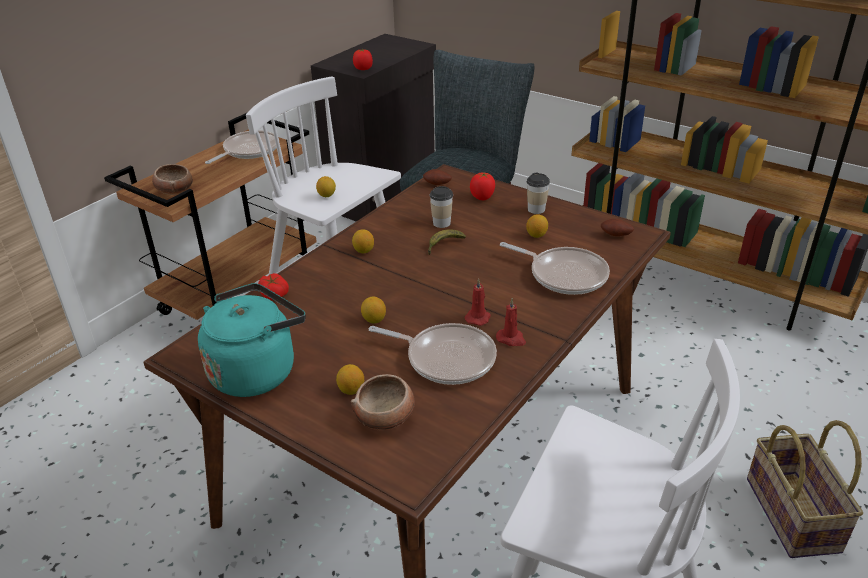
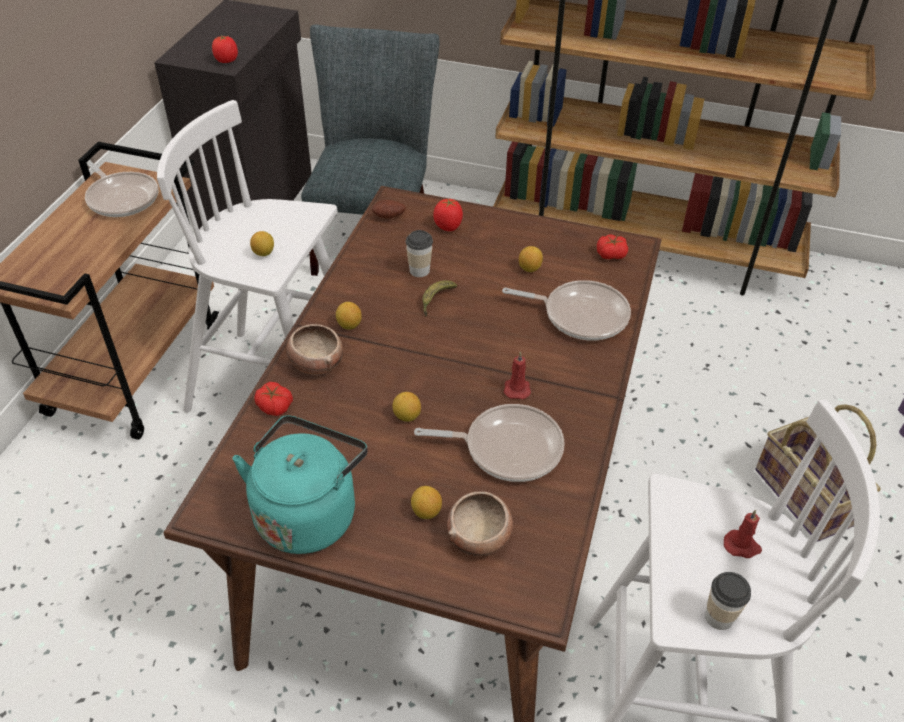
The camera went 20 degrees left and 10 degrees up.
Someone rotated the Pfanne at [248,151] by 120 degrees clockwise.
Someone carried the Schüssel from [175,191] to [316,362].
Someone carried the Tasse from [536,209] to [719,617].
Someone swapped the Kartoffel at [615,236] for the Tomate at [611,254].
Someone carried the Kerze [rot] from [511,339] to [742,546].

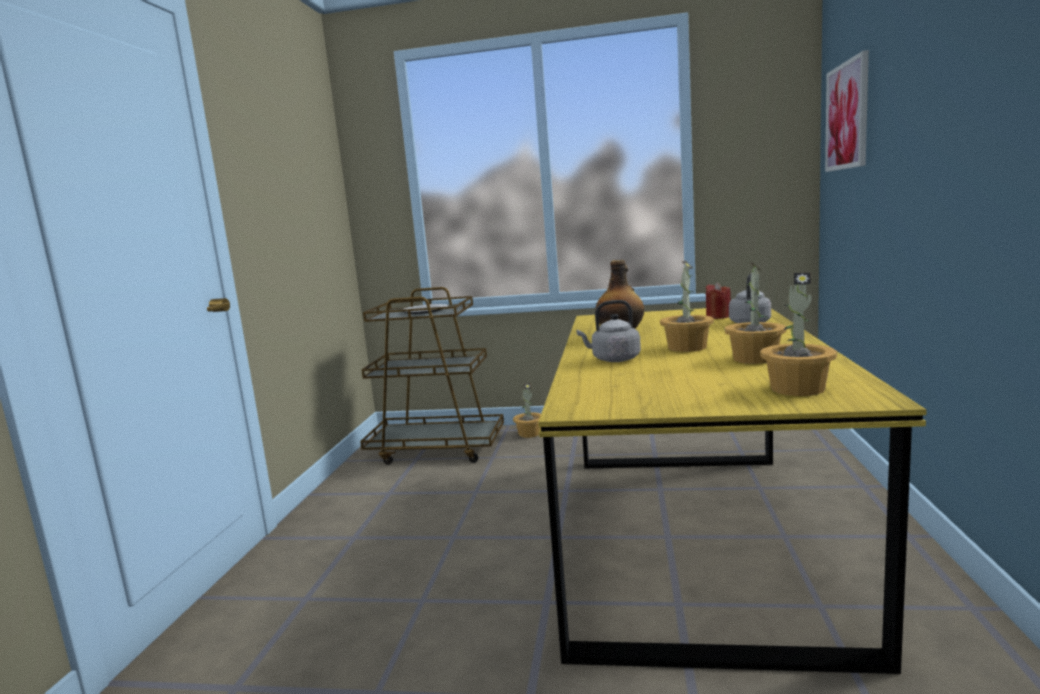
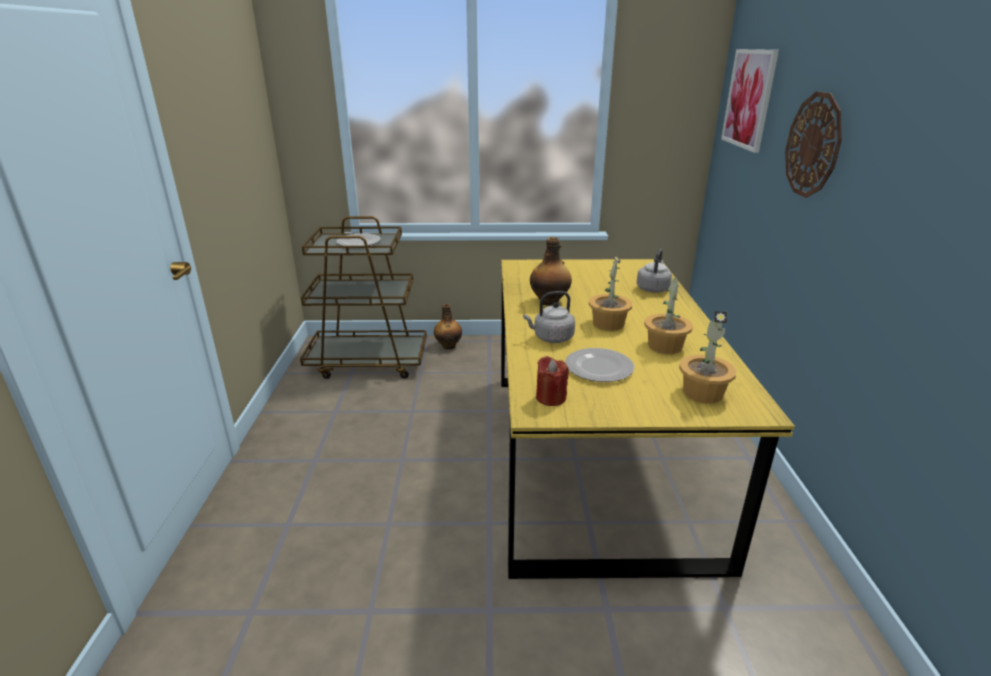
The camera went 10 degrees left and 15 degrees up.
Someone carried the Kerze [rot] from [718,316] to [551,398].
Someone swapped the Topfpflanze at [529,433] for the Flasche at [448,346].
Someone put up the Wanduhr at [813,145].
Someone put down the Teller at [598,367].

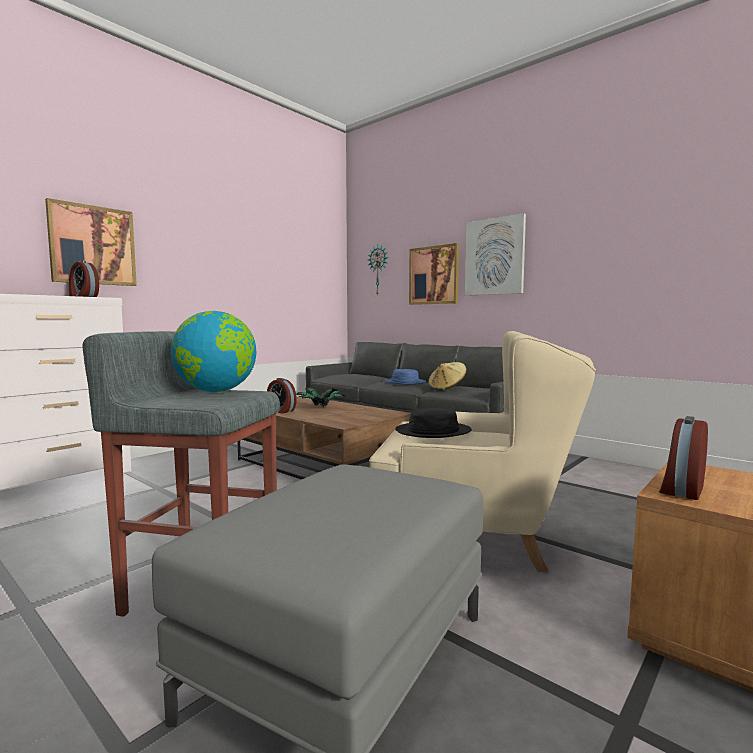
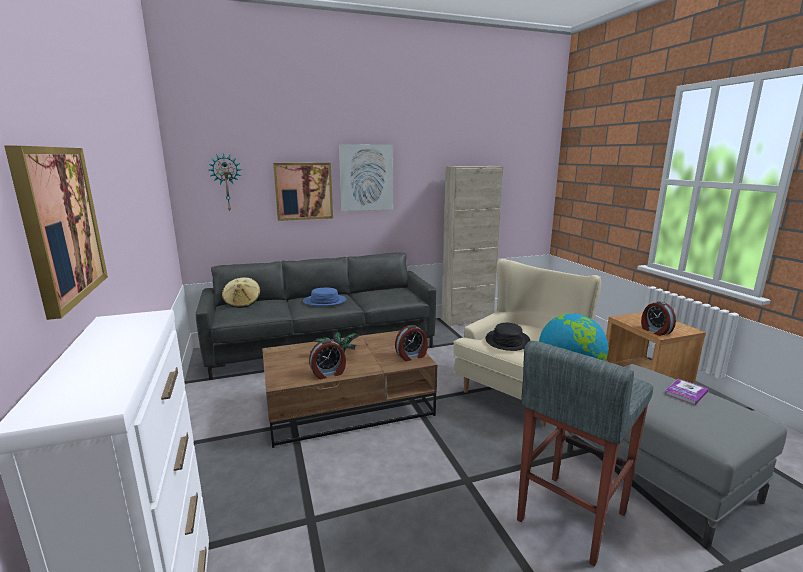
The camera went 60 degrees left and 10 degrees up.
Someone carried the Wecker from [83,297] to [412,356].
Someone carried the Hut [beige] from [447,388] to [242,303].
Someone put down the Schrank [beige] at [467,320].
Someone put down the Buch at [686,392].

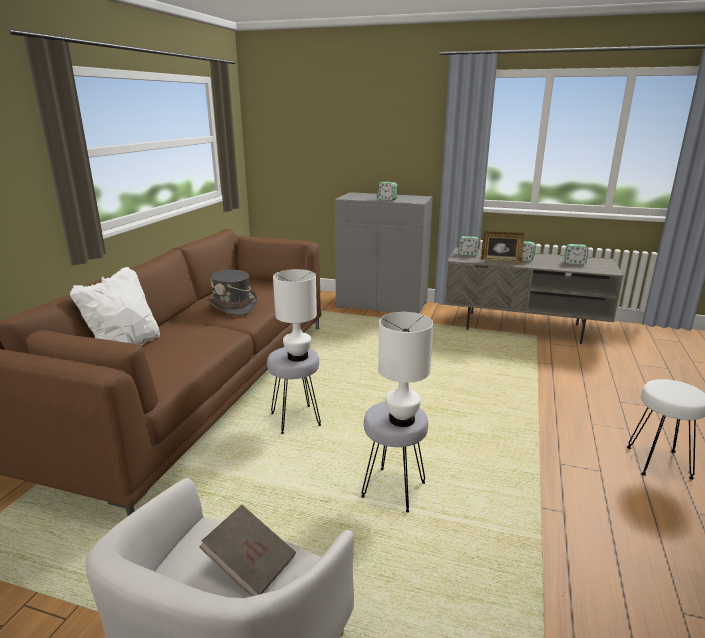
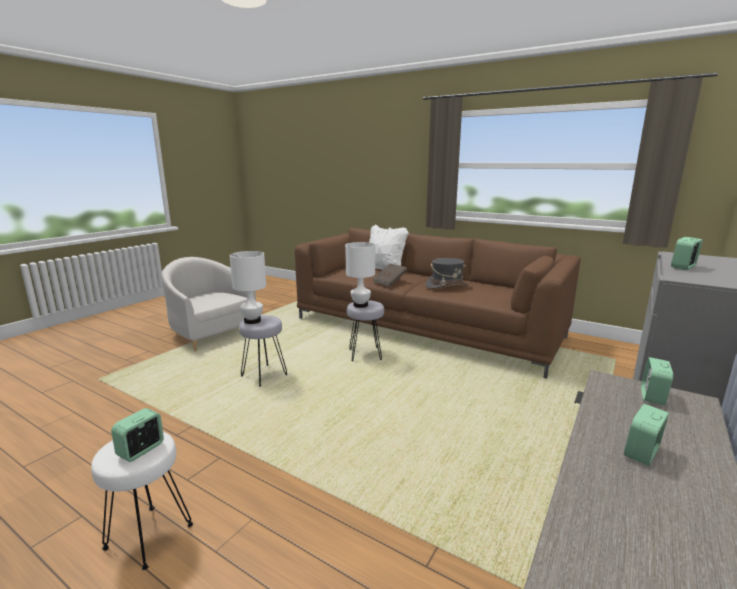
The camera went 105 degrees right and 5 degrees down.
Someone took away the Bilderrahmen at [501,261].
Someone carried the Wecker from [574,263] to [141,450].
Someone carried the Buch [braun] from [250,564] to [390,282].

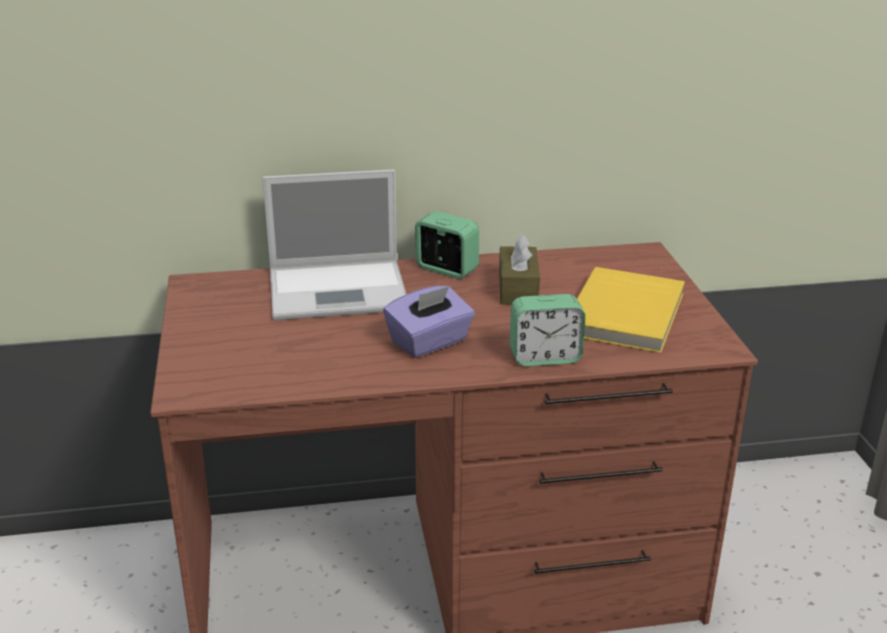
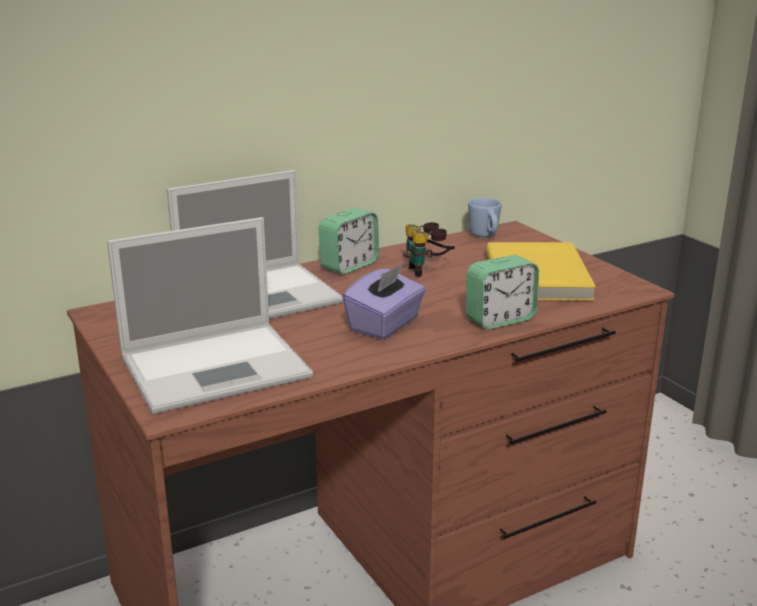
The camera went 20 degrees left and 5 degrees down.
Someone rotated the Wecker at [446,269] by 120 degrees clockwise.
Someone swapped the Taschentuchbox [braun] at [518,288] for the Fernglas at [427,271].
Someone put down the Henkelbecher [blau] at [485,236].
Someone put down the Laptop at [218,366].

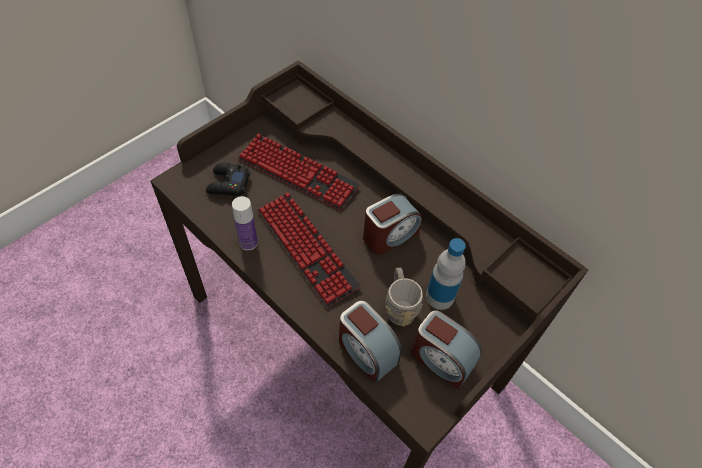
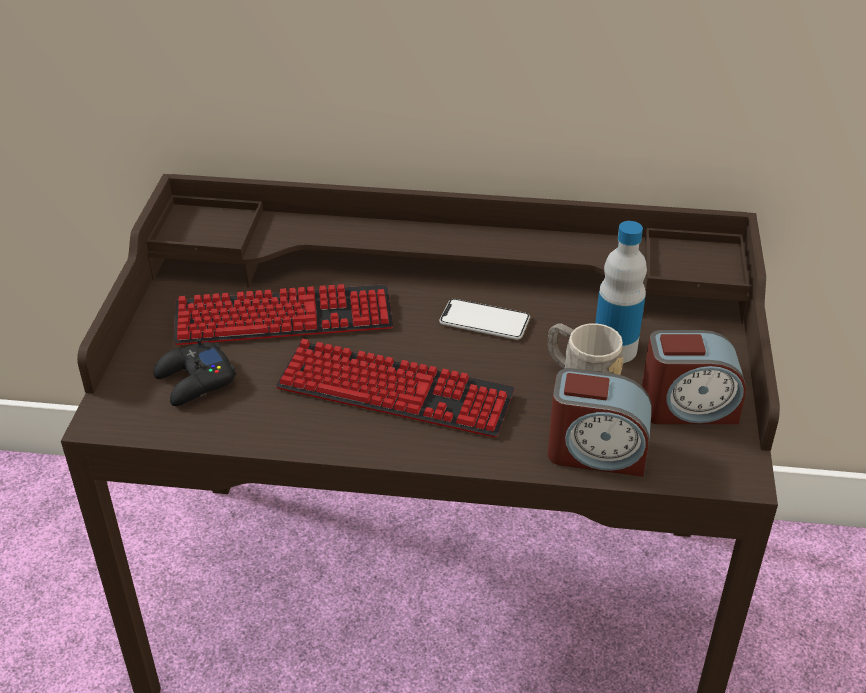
The camera went 35 degrees left and 15 degrees down.
Someone swapped the Wecker at [390,235] for the Handy at [484,321].
Someone took away the Flasche at [248,243].

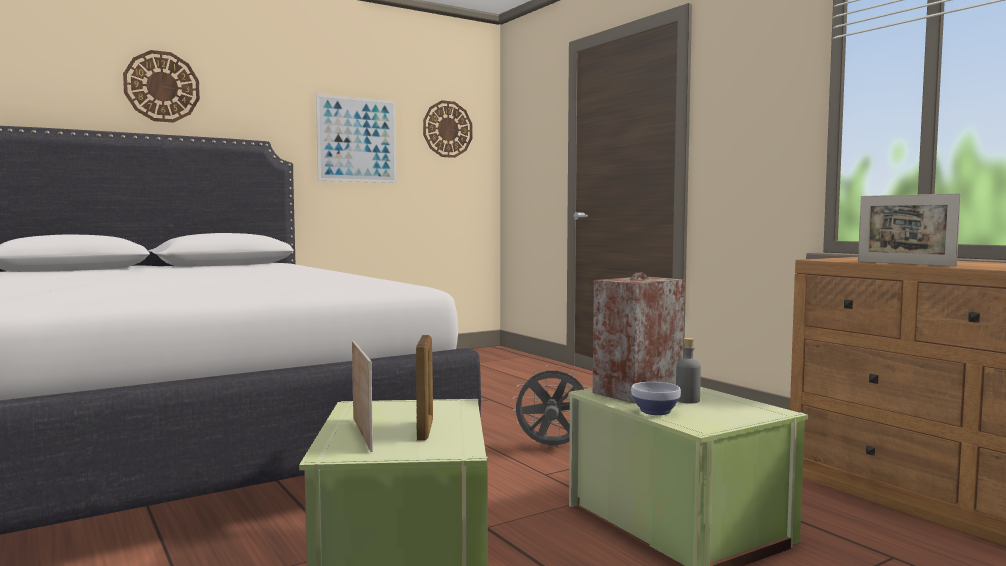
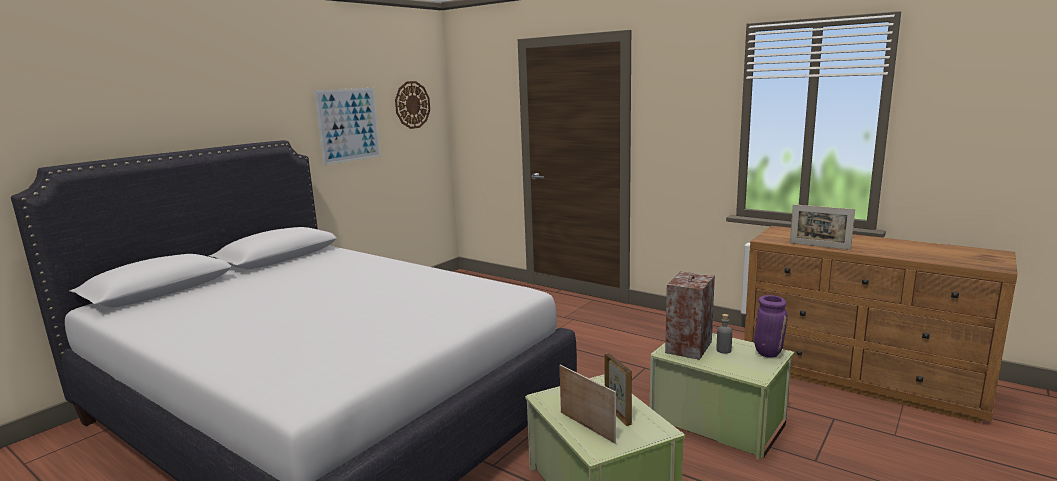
The camera went 20 degrees left and 10 degrees up.
Someone took away the Wanduhr at [162,86].
Someone took away the Ventilator [grau] at [551,447].
Someone took away the Schüssel at [654,411].
Someone put down the Vase [lila] at [767,353].

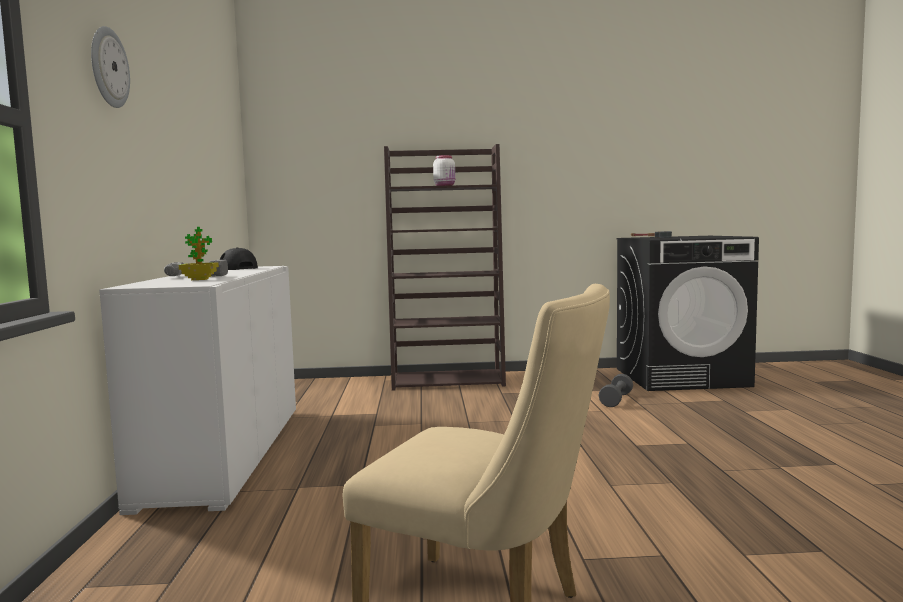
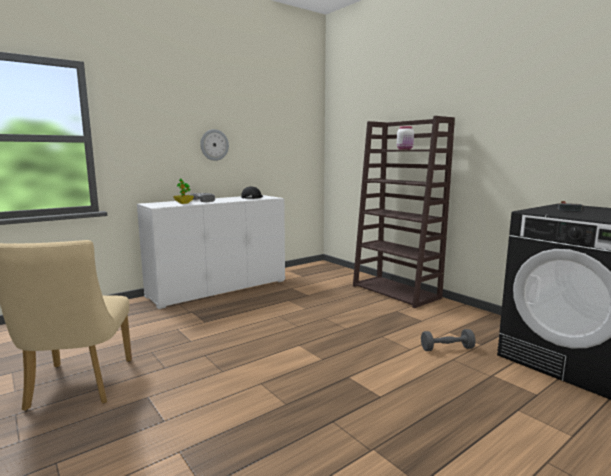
The camera went 55 degrees right and 5 degrees up.
Someone carried the Wanduhr from [108,67] to [214,145].

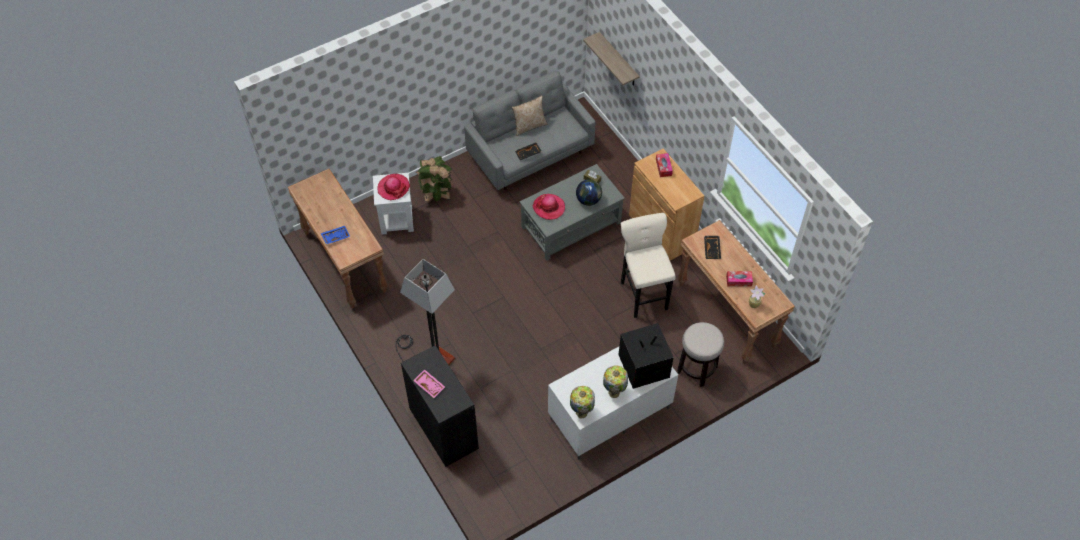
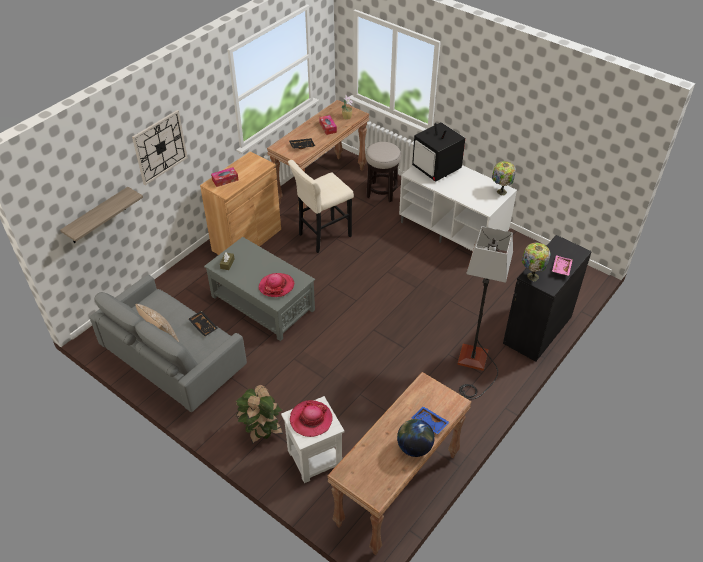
The camera went 110 degrees left and 10 degrees down.
Someone carried the Globus from [588,200] to [414,447].
Someone carried the Tischlampe from [614,392] to [531,276].
Someone put up the Wanduhr at [160,147].

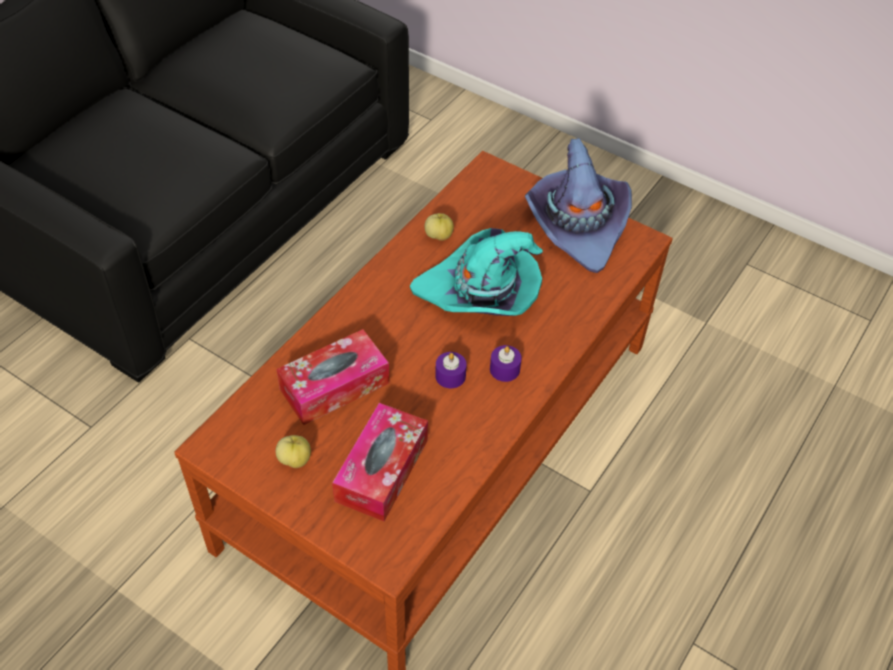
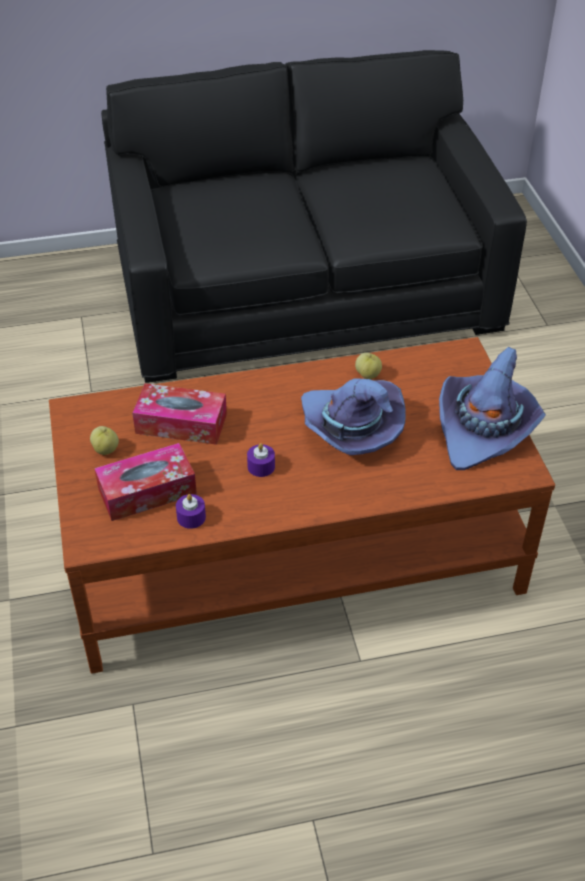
The camera went 45 degrees right and 5 degrees down.
Someone repainted the Hut [türkis] at [481,293], which became the Hut [lila] at [350,429].
Someone carried the Kerze [lila] from [504,369] to [191,517].

